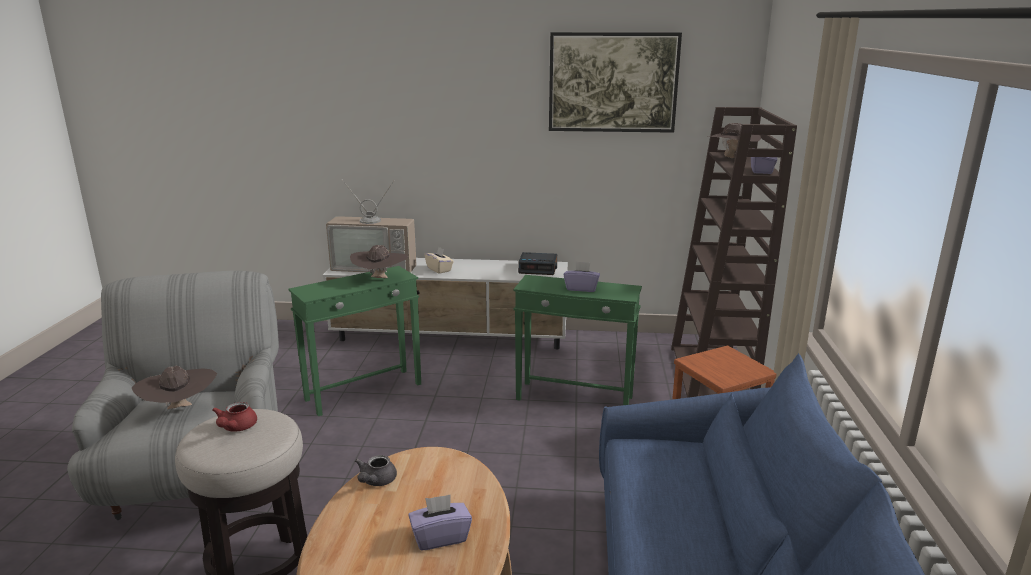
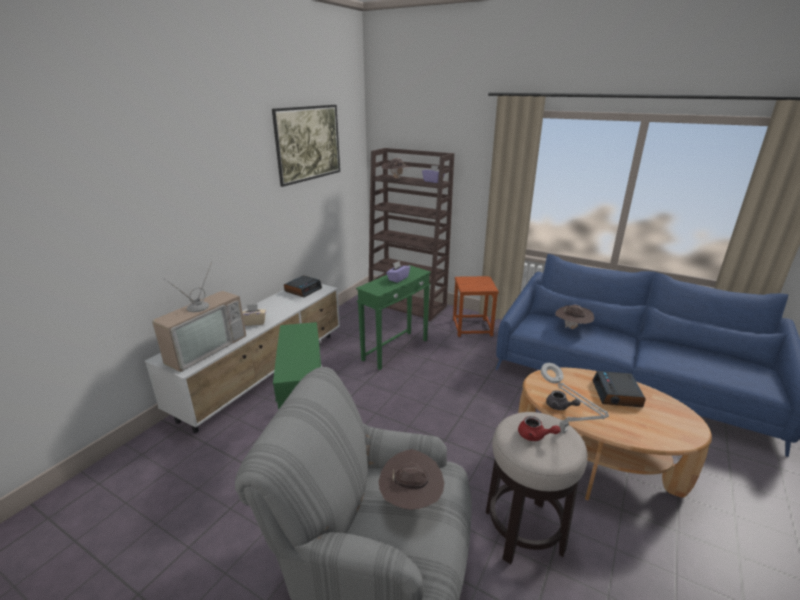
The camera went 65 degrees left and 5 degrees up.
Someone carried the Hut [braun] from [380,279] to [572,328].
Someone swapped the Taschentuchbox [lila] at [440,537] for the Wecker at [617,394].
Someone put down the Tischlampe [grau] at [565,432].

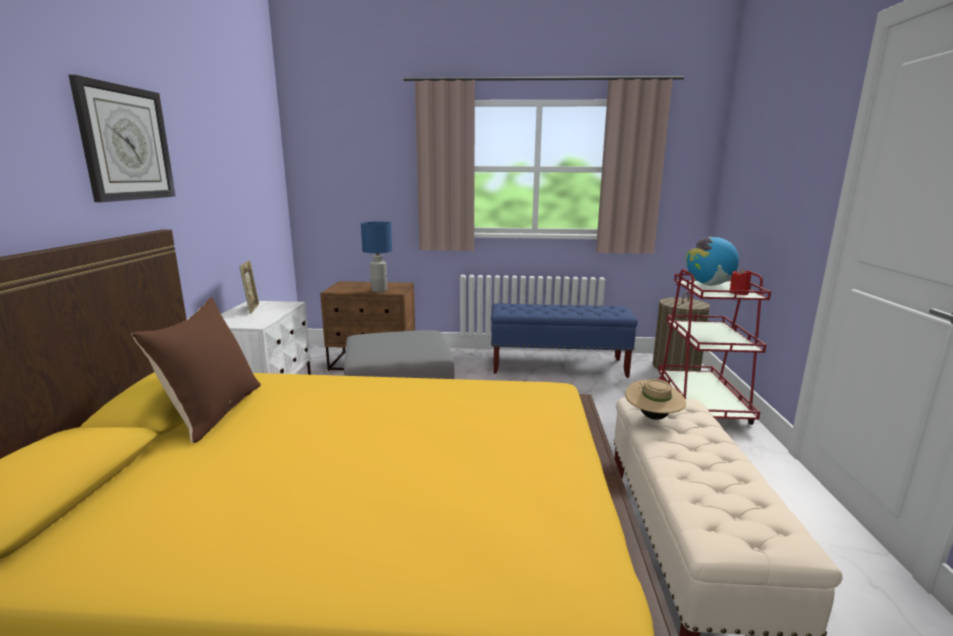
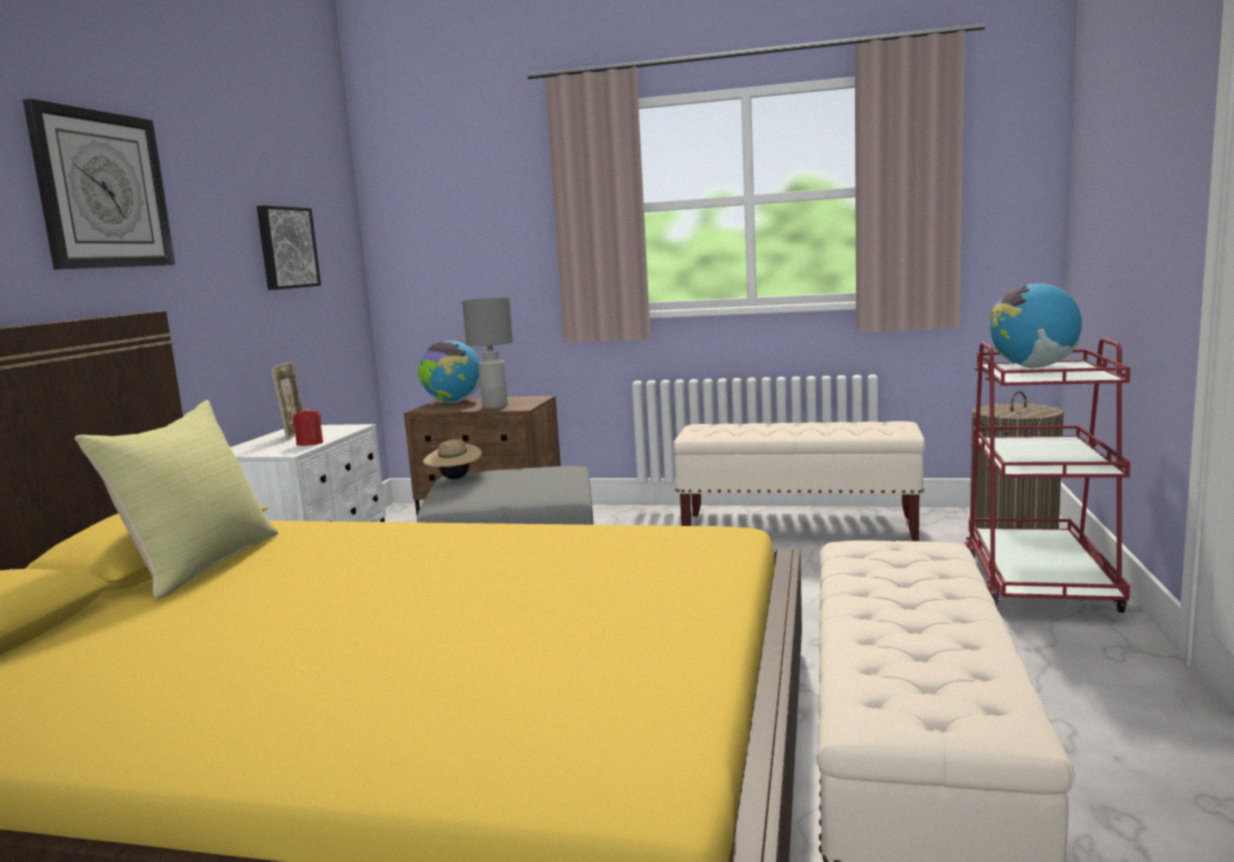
The camera went 10 degrees right and 5 degrees down.
Someone repainted the Tischlampe [blau] at [378,290], which became the Tischlampe [grau] at [494,406].
Someone carried the Kerze [rot] from [738,293] to [310,443].
Someone repainted the Kissen [braun] at [214,411], which became the Kissen [gelb] at [200,564].
Someone repainted the Bank [blau] at [558,366], which became the Bank [beige] at [798,529].
Someone carried the Hut [beige] from [652,417] to [454,478].
Someone put up the Bild at [286,248].
Someone put down the Globus at [453,402].

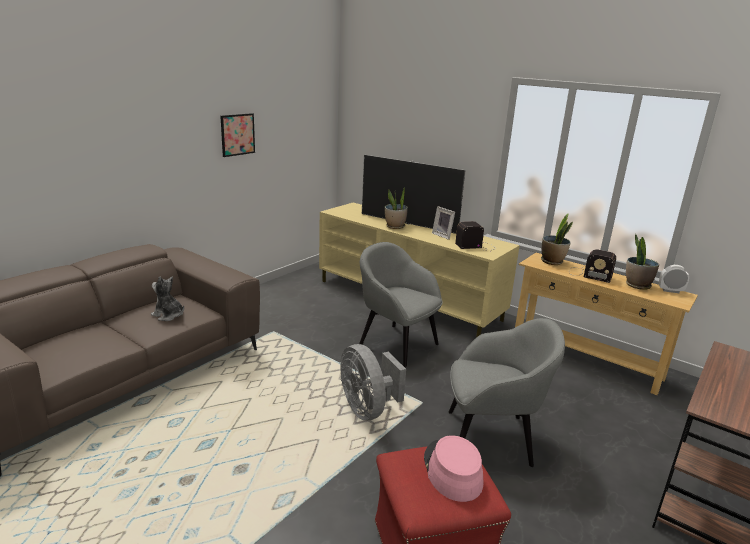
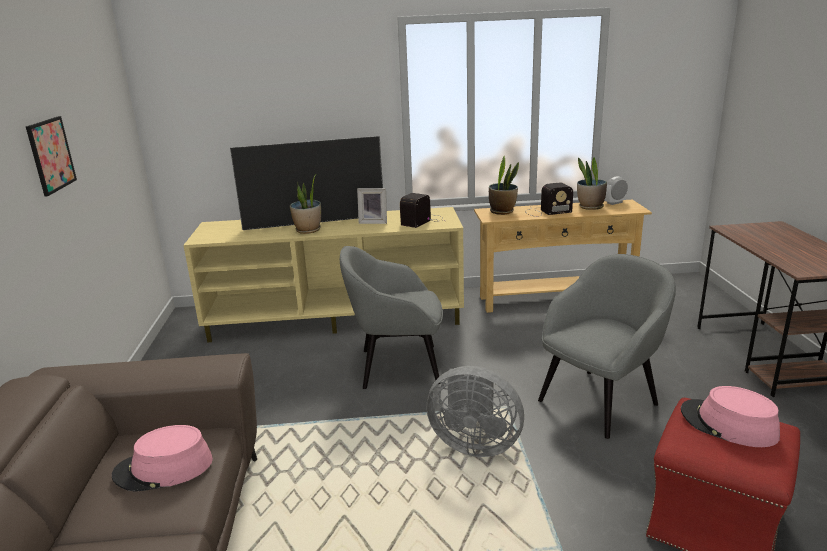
The camera went 40 degrees left and 0 degrees up.
Someone swapped the Plüschtier at [168,315] for the Hut [rosa] at [163,468].

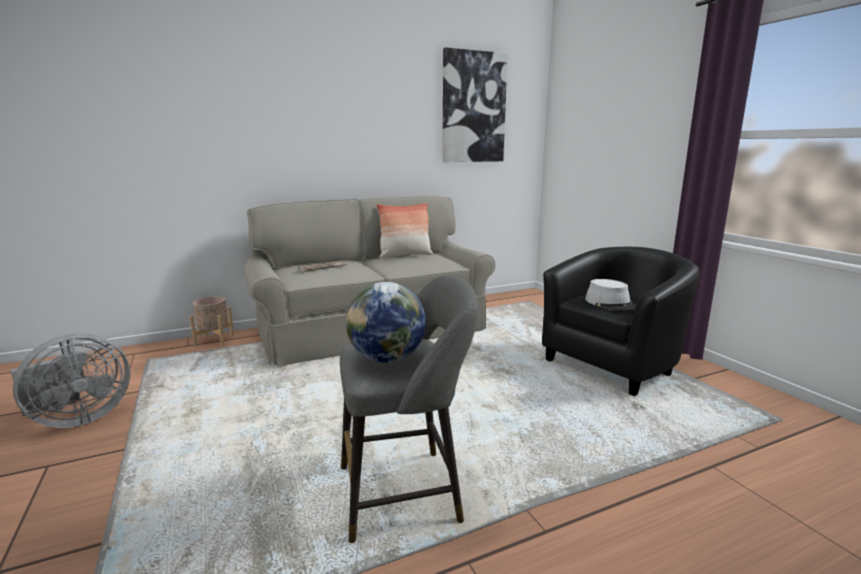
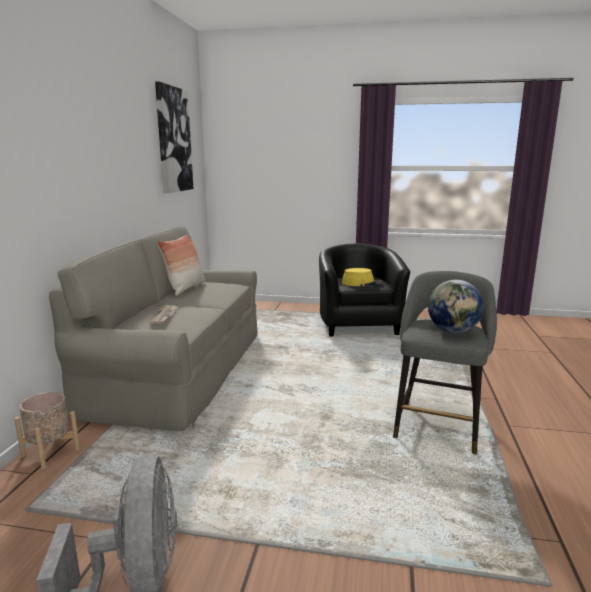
The camera went 55 degrees left and 0 degrees up.
Someone repainted the Hut [grau] at [611,304], which became the Hut [gelb] at [361,283].

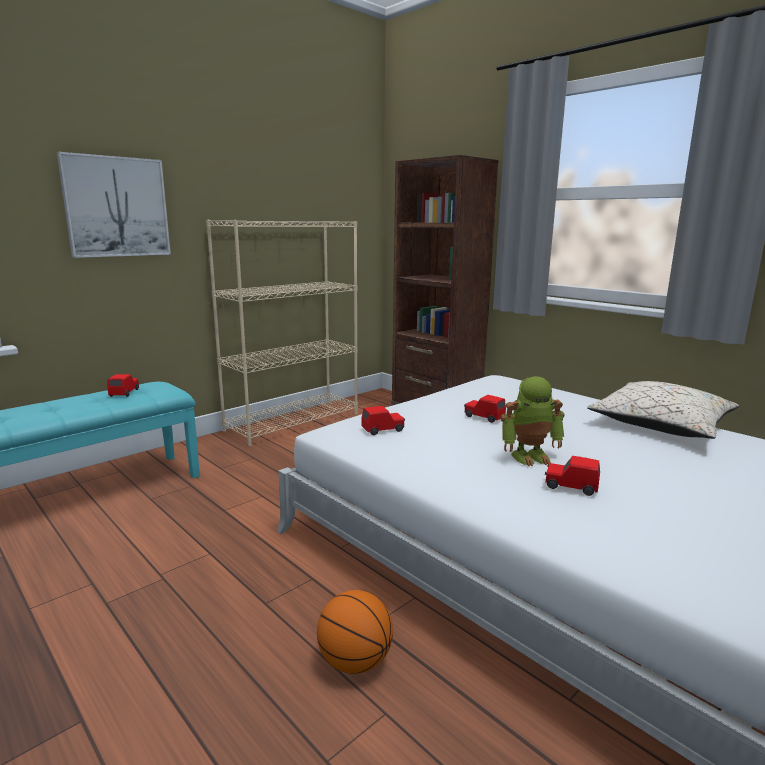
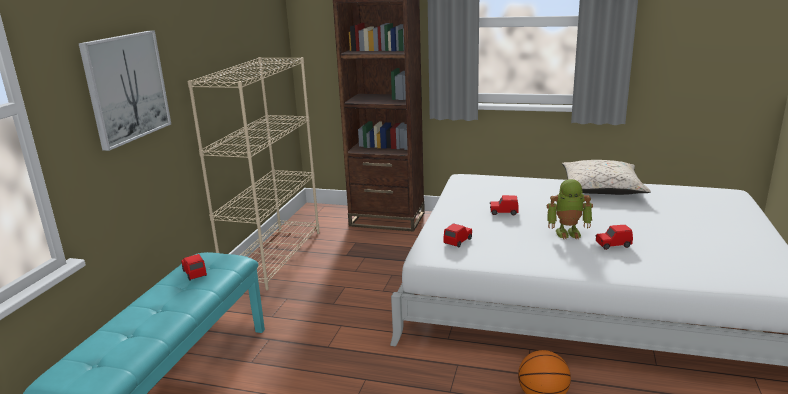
The camera went 30 degrees left and 5 degrees up.
Someone rotated the Spielzeugroboter at [530,456] by 45 degrees clockwise.

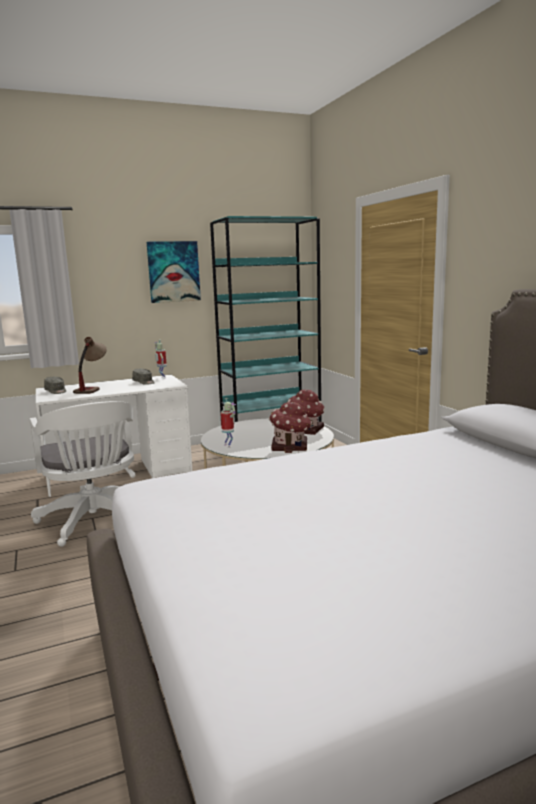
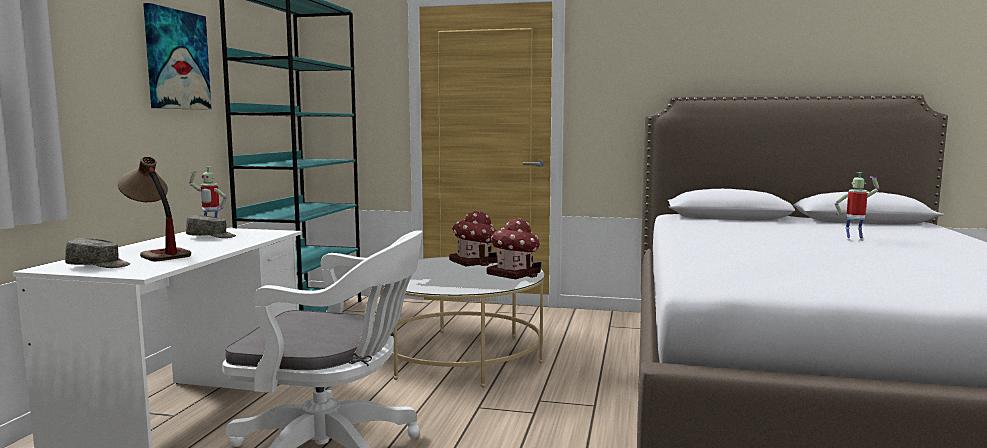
The camera went 55 degrees left and 5 degrees down.
Someone carried the Spielzeugroboter from [229,445] to [854,239].

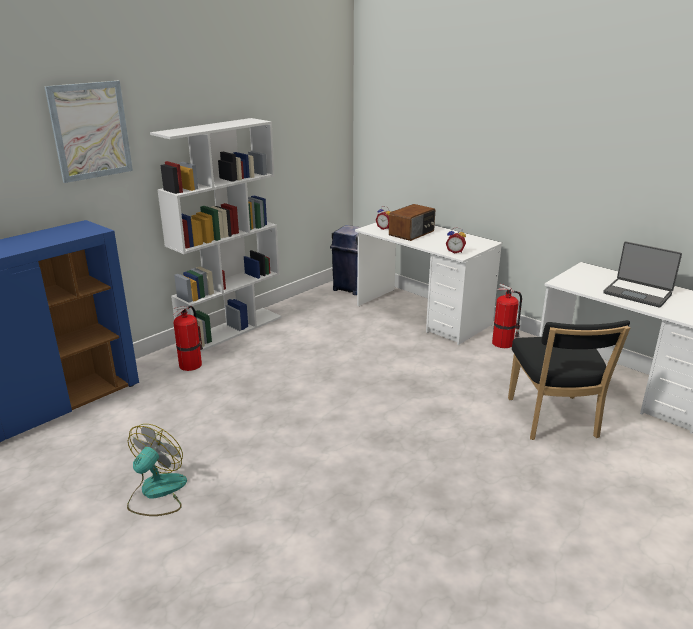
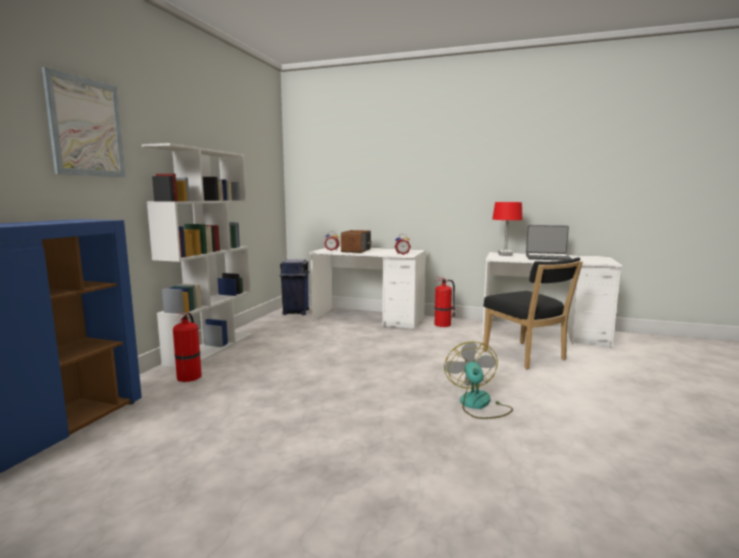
The camera went 25 degrees left and 15 degrees down.
Someone carried the Ventilator from [156,493] to [478,405].
Someone put down the Tischlampe [rot] at [505,255].

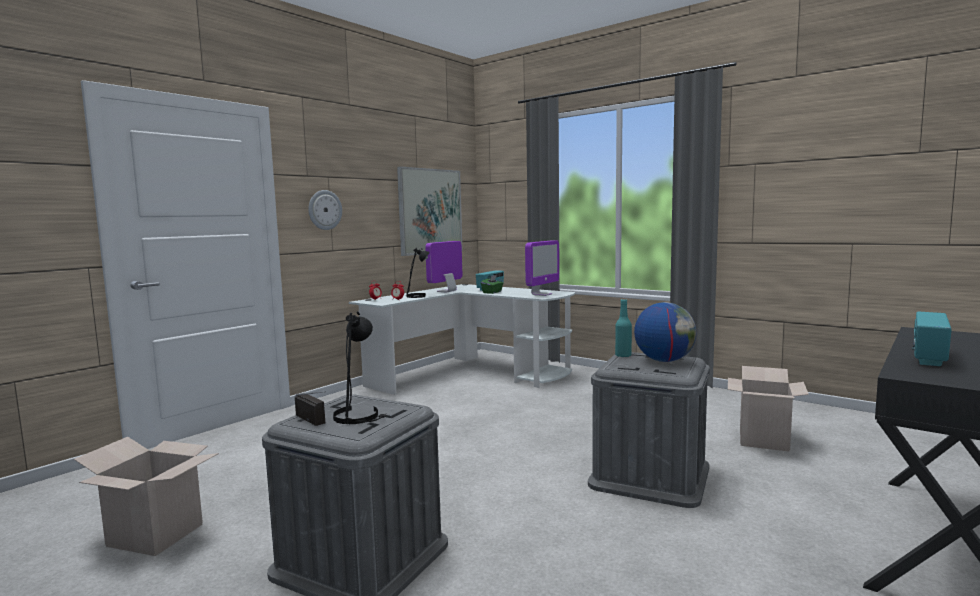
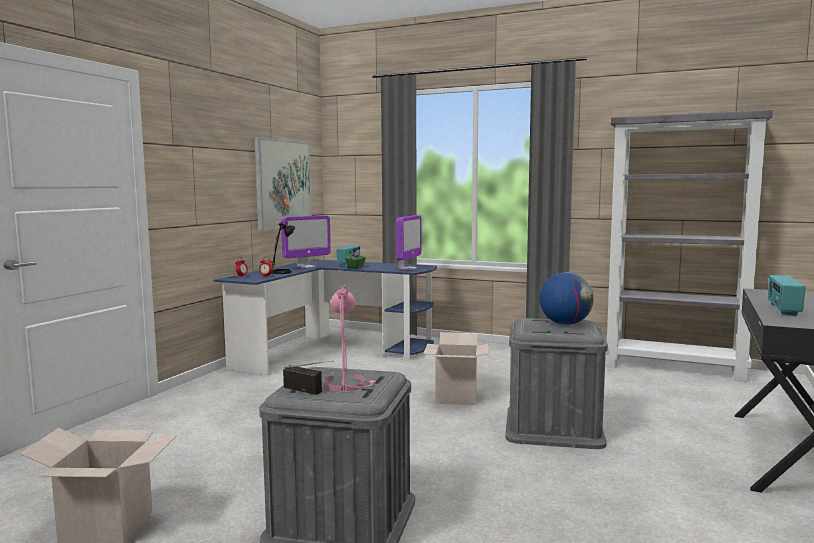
The camera went 15 degrees left and 0 degrees up.
Someone took away the Wanduhr at [324,210].
Someone rotated the Monitor at [446,291] by 150 degrees counterclockwise.
Someone repainted the Schreibtisch [weiß] at [470,374], which became the Schreibtisch [blau] at [333,350].
Someone took away the Flasche [türkis] at [623,355].
Someone repainted the Tischlampe [schwarz] at [359,416], which became the Tischlampe [rosa] at [347,384].
Someone carried the Karton from [763,440] to [456,397].
Someone put down the Bücherregal [grau] at [675,368].

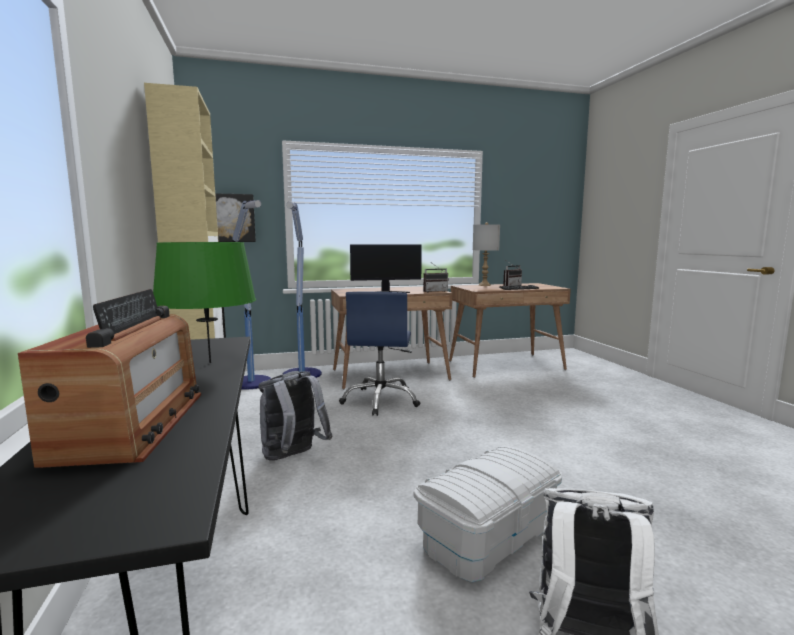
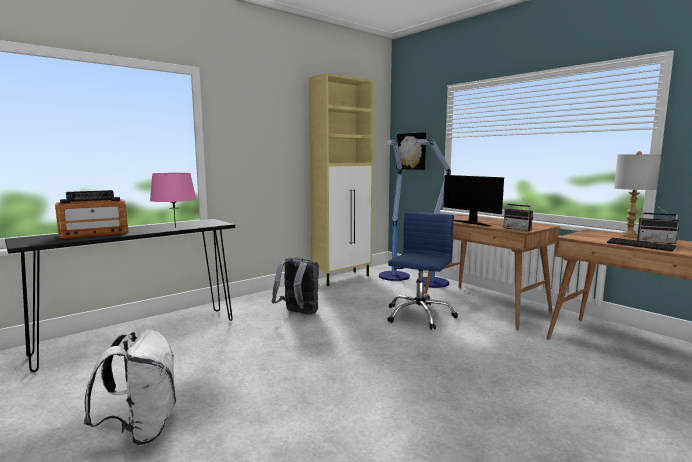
The camera went 65 degrees right and 0 degrees up.
Someone repainted the Tischlampe [grün] at [210,363], which became the Tischlampe [rosa] at [175,228].
Someone rotated the Bürostuhl [blau] at [381,400] by 135 degrees clockwise.
Someone took away the Aufbewahrungsbox [weiß] at [488,535].

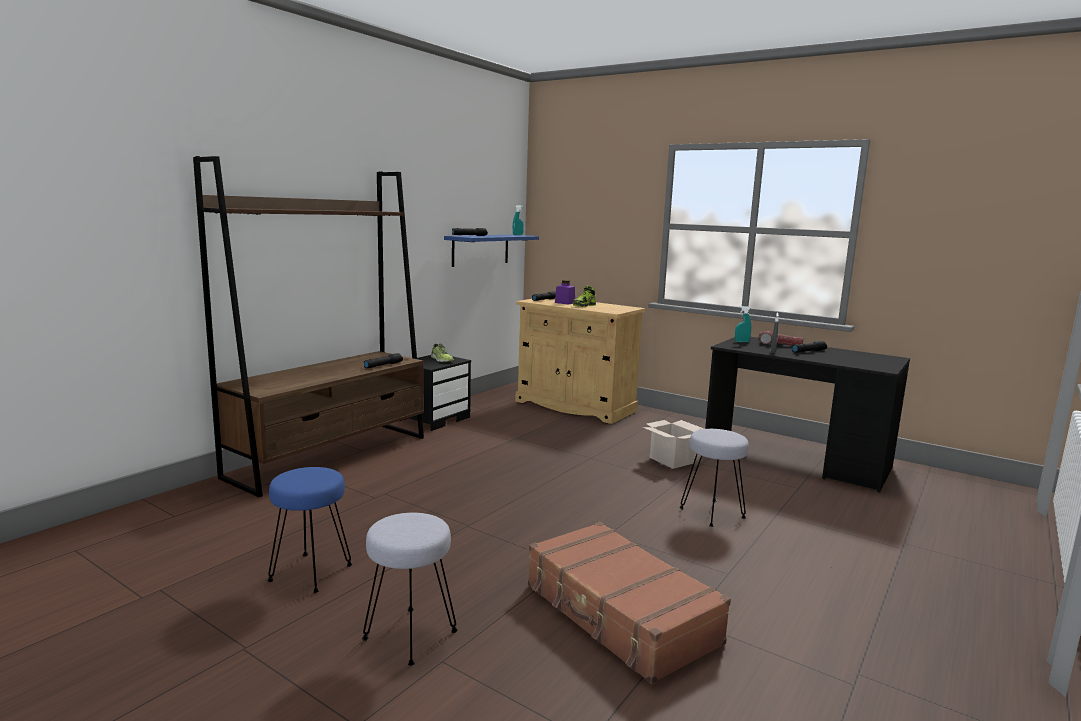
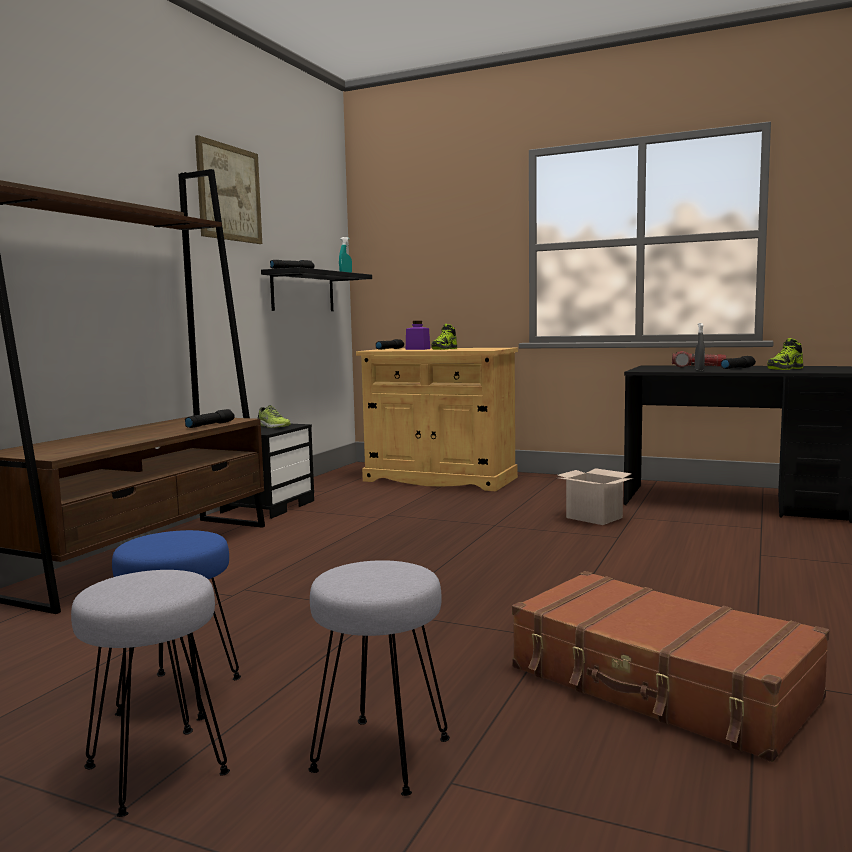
The camera went 10 degrees left and 5 degrees down.
Someone repainted the Wandregal [blau] at [480,250], which became the Wandregal [schwarz] at [303,292].
Someone took away the Sprühflasche [türkis] at [742,342].
Someone carried the Hocker [grau] from [711,513] to [157,768].
Someone put up the Bild at [229,193].
Someone put down the Schuh at [785,369].

